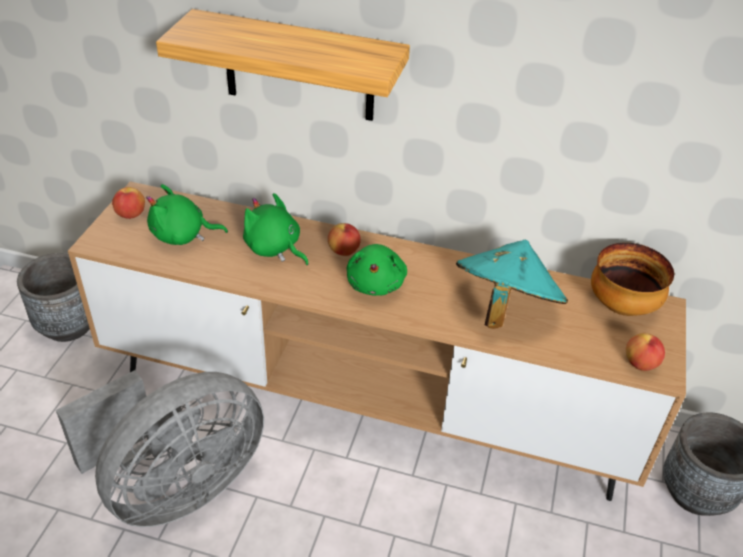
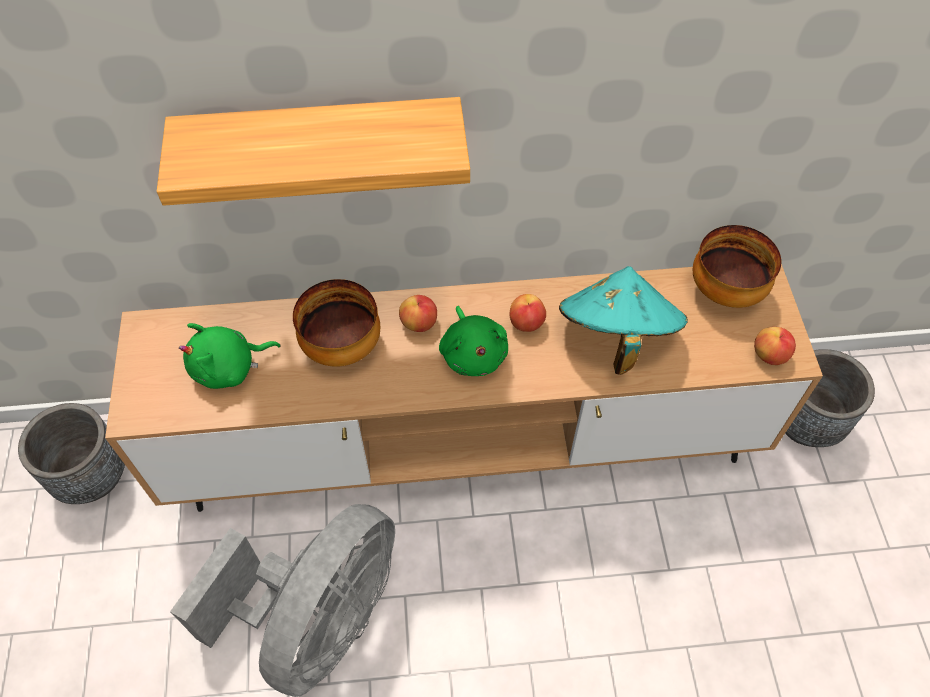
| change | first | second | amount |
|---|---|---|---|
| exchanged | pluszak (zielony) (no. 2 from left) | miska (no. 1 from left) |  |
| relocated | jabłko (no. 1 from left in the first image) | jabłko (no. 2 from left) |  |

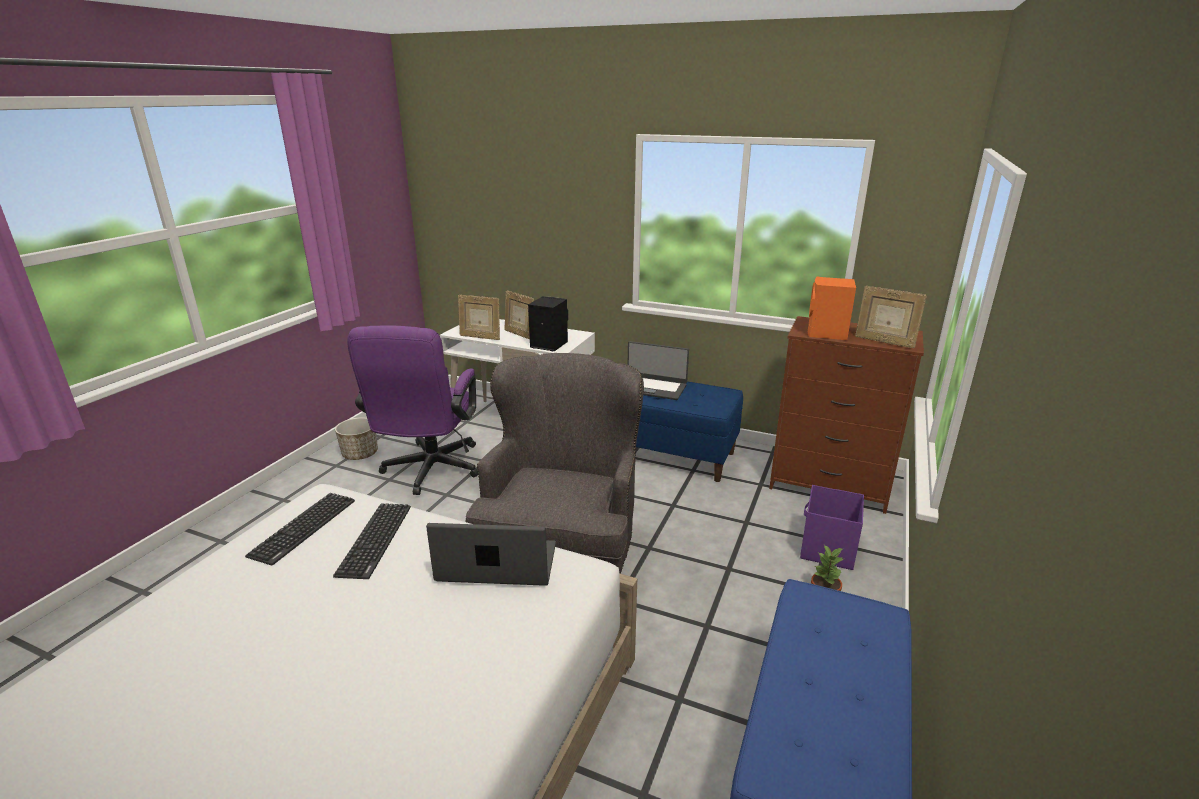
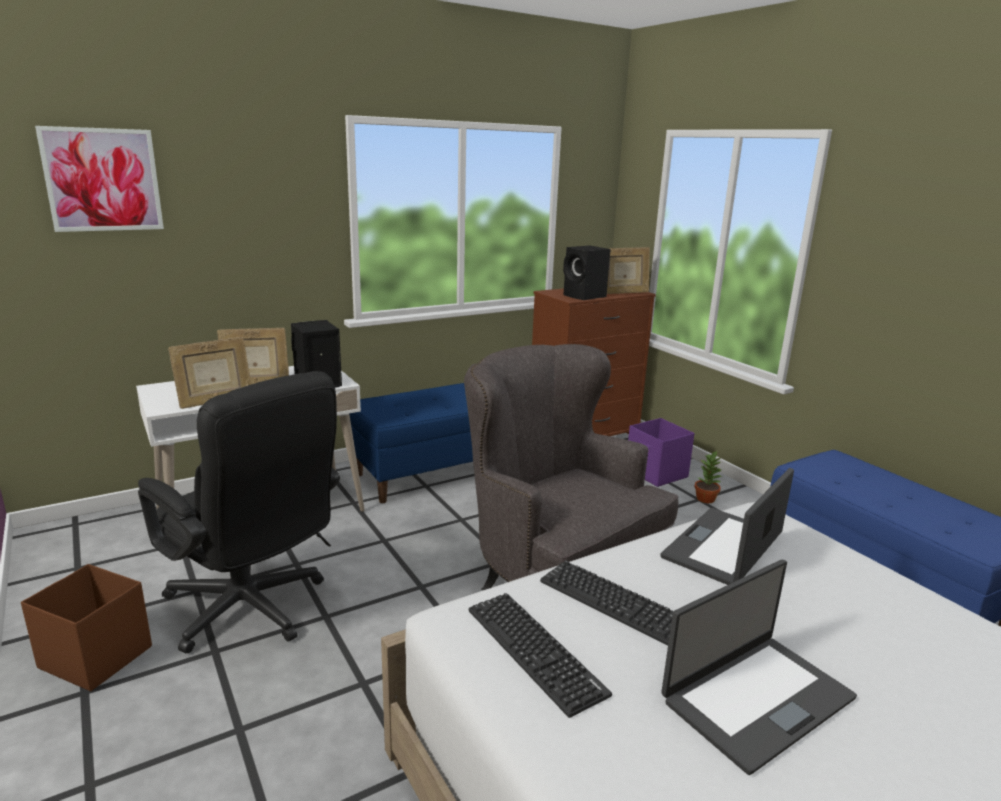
| change | first | second | amount |
|---|---|---|---|
| exchanged | donica | pojemnik do przechowywania (brązowy) |  |
| appeared |  | obraz |  |
| colour | krzesło biurowe (fioletowy) | krzesło biurowe (czarny) |  |
| colour | głośnik (pomarańczowy) | głośnik (czarny) (no. 2 from left) |  |
| relocated | laptop (no. 2 from left) |  |  |

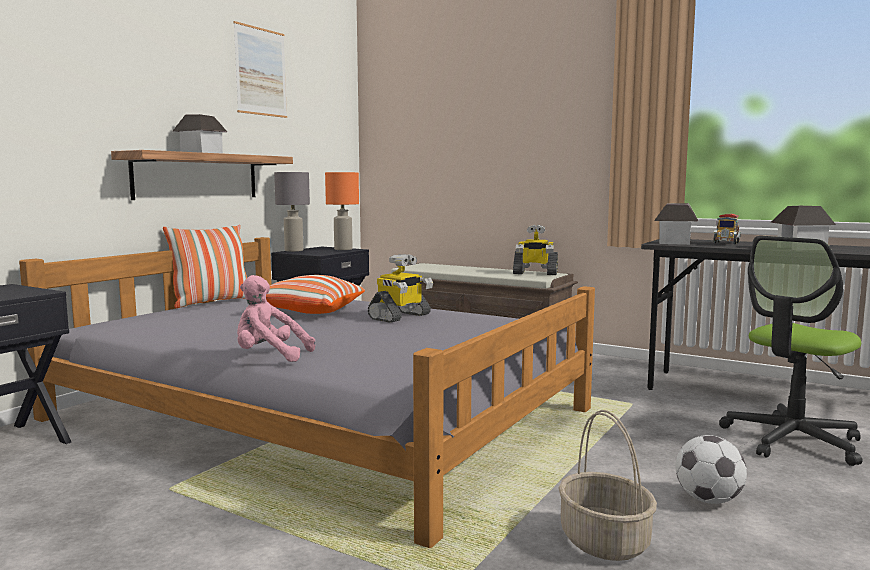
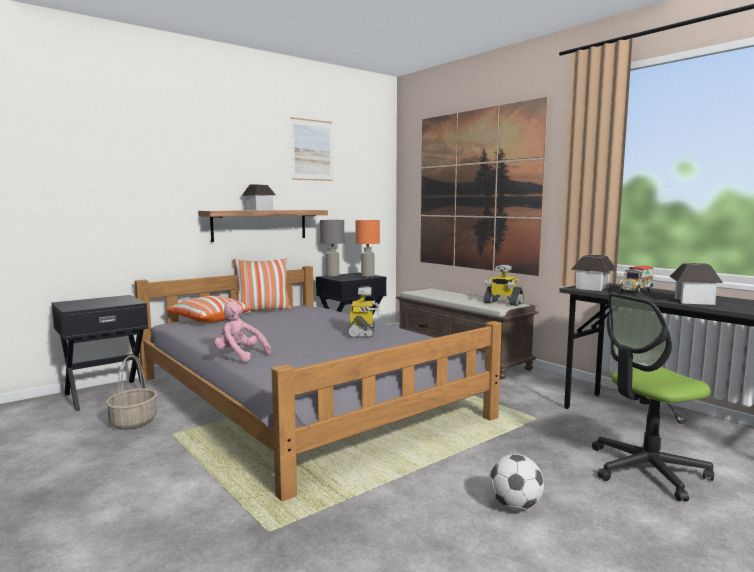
| change | first | second | amount |
|---|---|---|---|
| relocated | koszyk |  |  |
| relocated | poduszka (no. 2 from left in the first image) | poduszka (no. 1 from left) |  |
| spun | robot zabawkowy (no. 1 from left) |  | 60 degrees counterclockwise |
| appeared |  | obraz (no. 2 from left) |  |

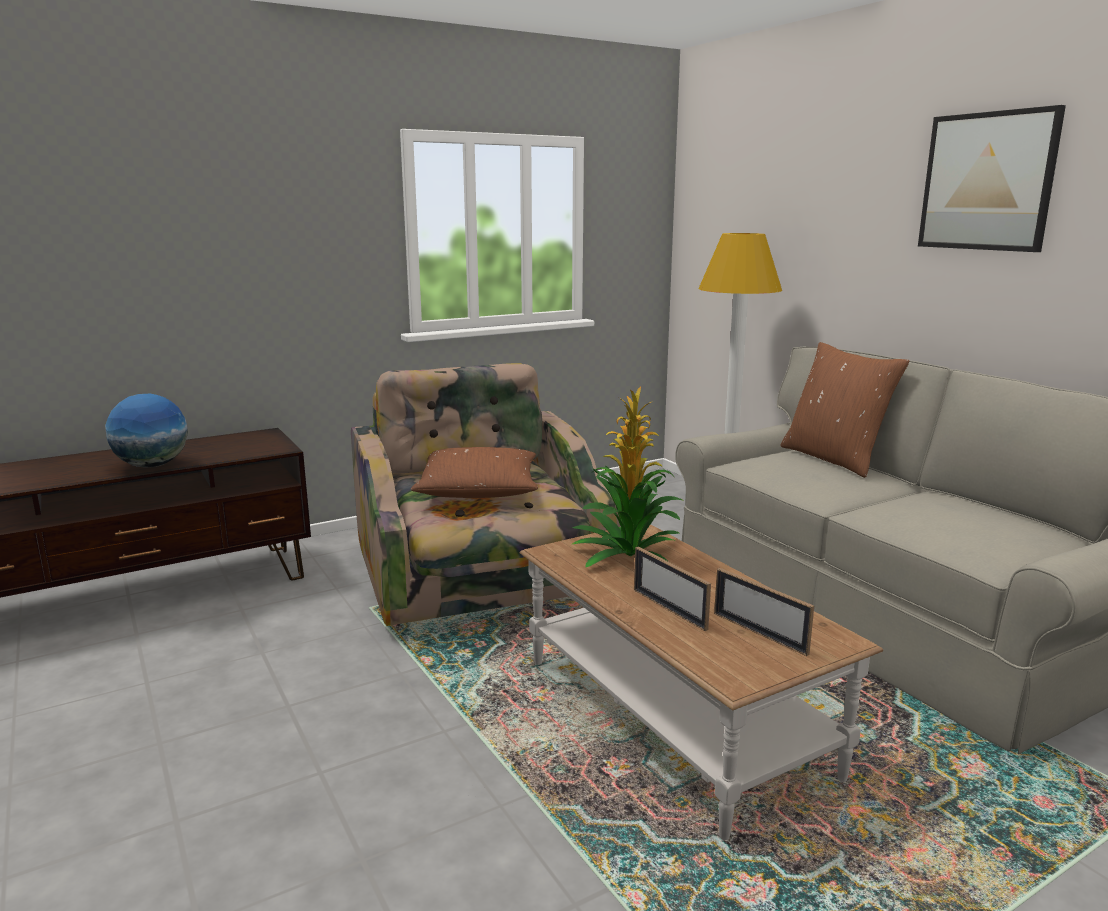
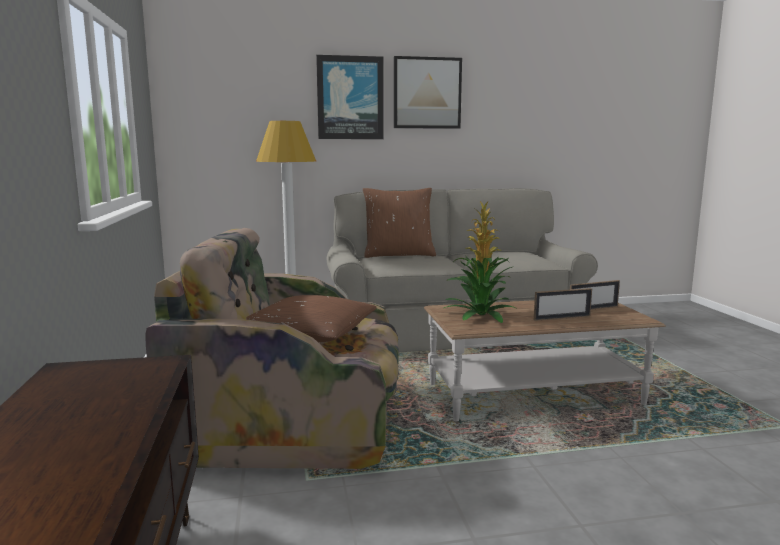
| change | first | second | amount |
|---|---|---|---|
| appeared |  | obraz (no. 1 from left) |  |
| missing | globus |  |  |

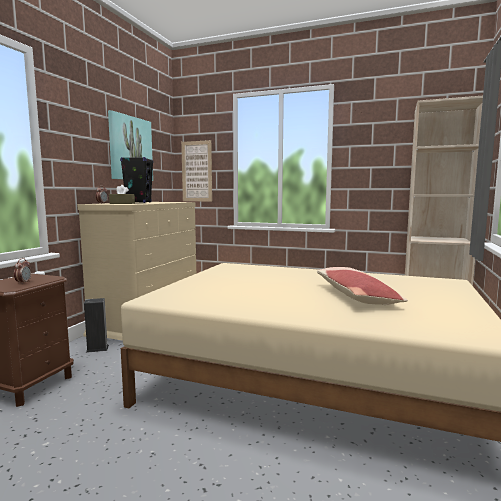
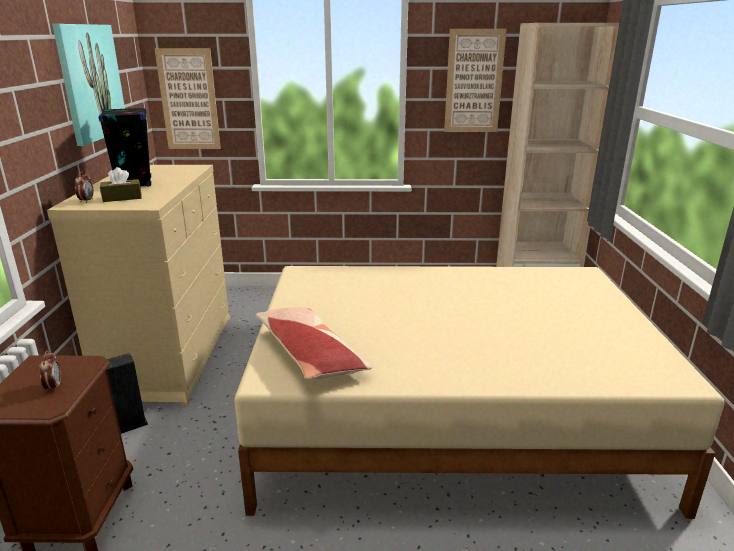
| change | first | second | amount |
|---|---|---|---|
| relocated | poduszka |  |  |
| appeared |  | obraz (no. 3 from left) |  |

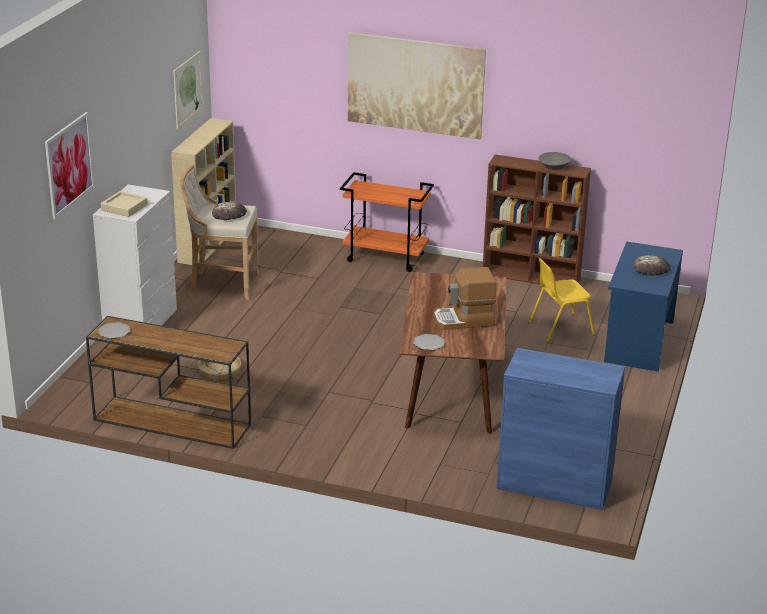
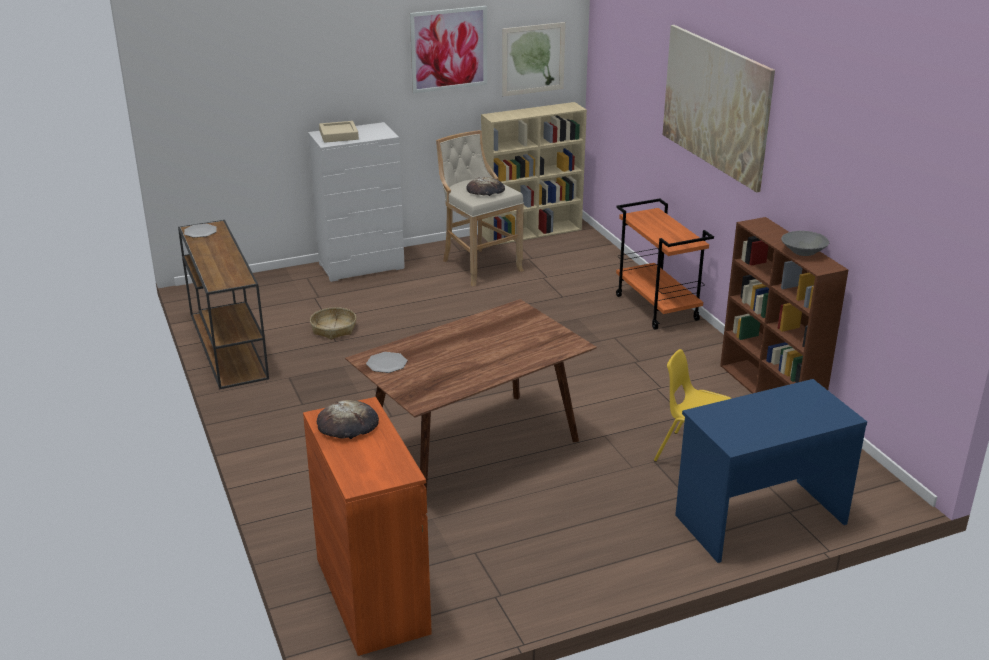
| change | first | second | amount |
|---|---|---|---|
| colour | szafka (niebieski) | szafka (pomarańczowy) |  |
| relocated | chleb (no. 2 from left in the first image) | chleb (no. 1 from left) |  |
| relocated | obraz (no. 1 from left) |  |  |
| missing | ekspres do kawy |  |  |

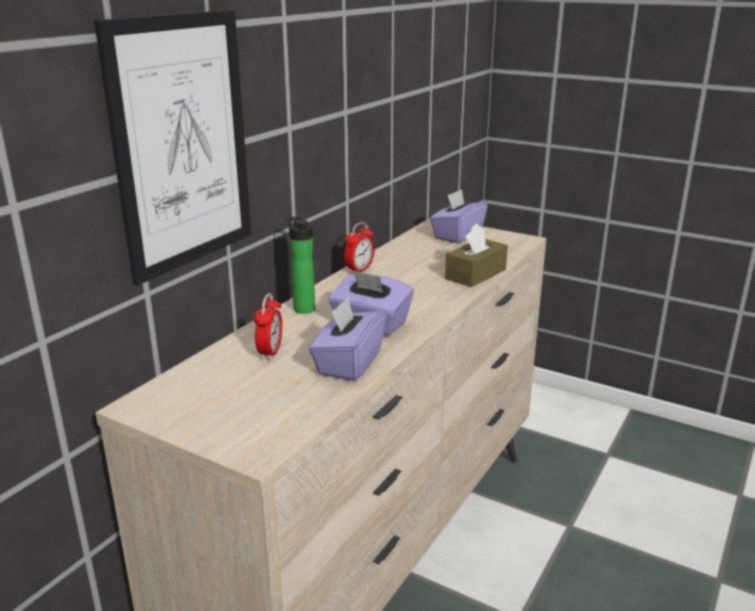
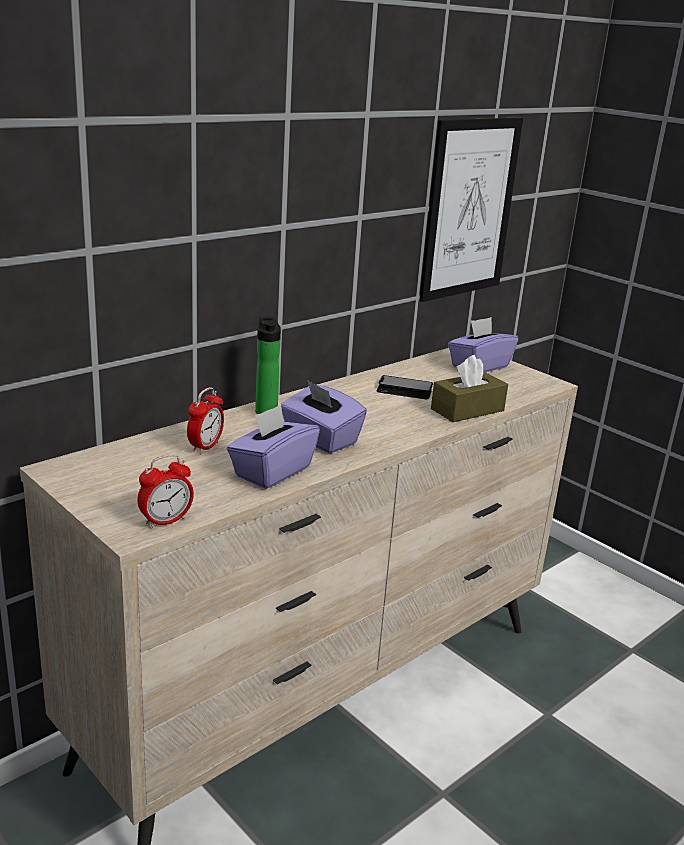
| change | first | second | amount |
|---|---|---|---|
| relocated | budzik (no. 2 from left in the first image) | budzik (no. 1 from left) |  |
| appeared |  | telefon |  |
| relocated | obraz |  |  |

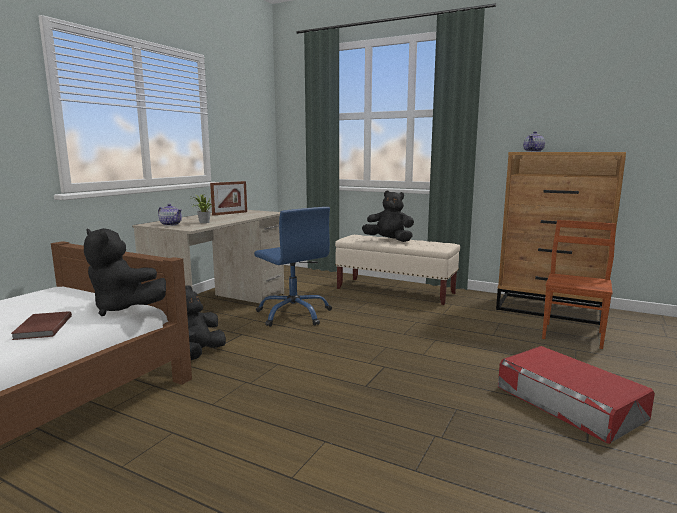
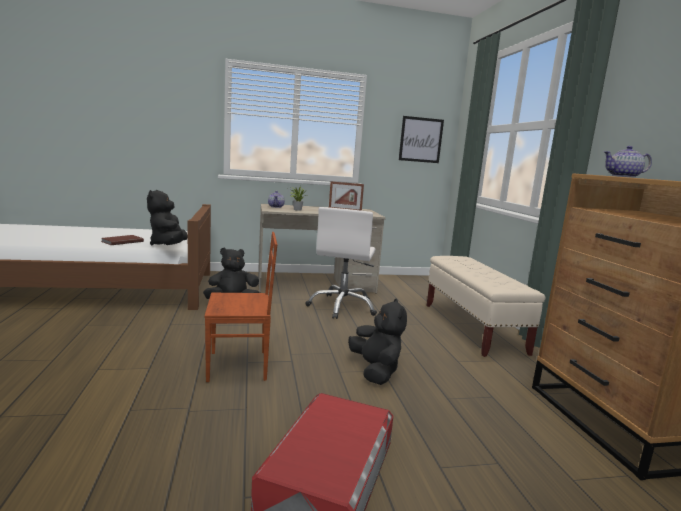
| change | first | second | amount |
|---|---|---|---|
| relocated | krzesło (brązowy) |  |  |
| colour | krzesło biurowe (niebieski) | krzesło biurowe (biały) |  |
| relocated | pluszak (czarny) (no. 3 from left) |  |  |
| appeared |  | obraz |  |

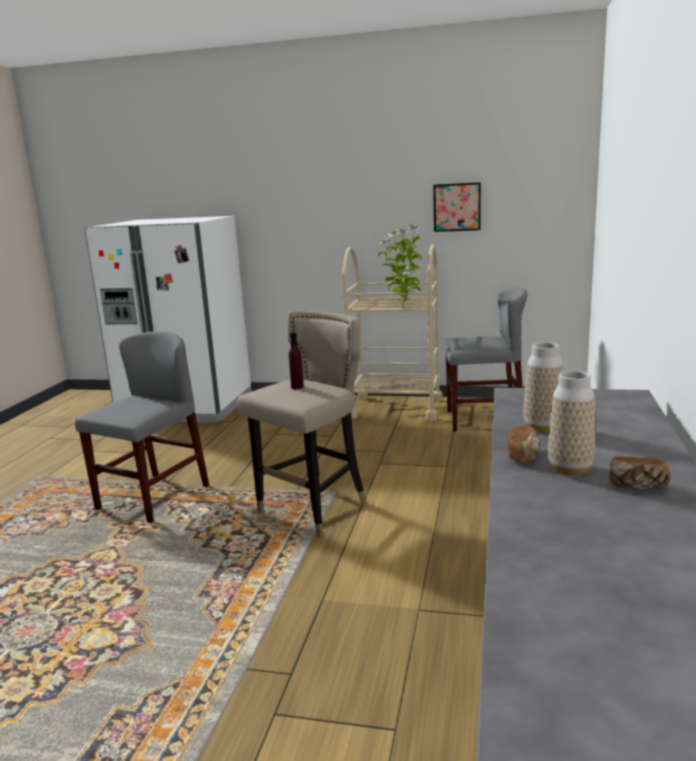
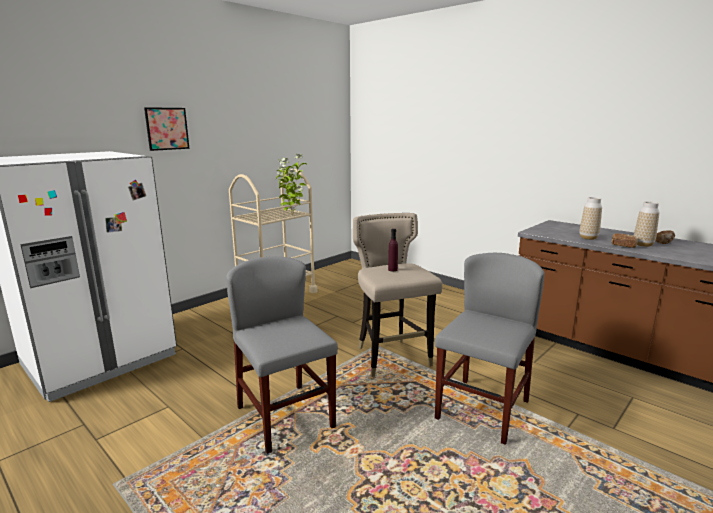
| change | first | second | amount |
|---|---|---|---|
| relocated | obraz |  |  |
| relocated | krzesło (szary) (no. 2 from left) |  |  |

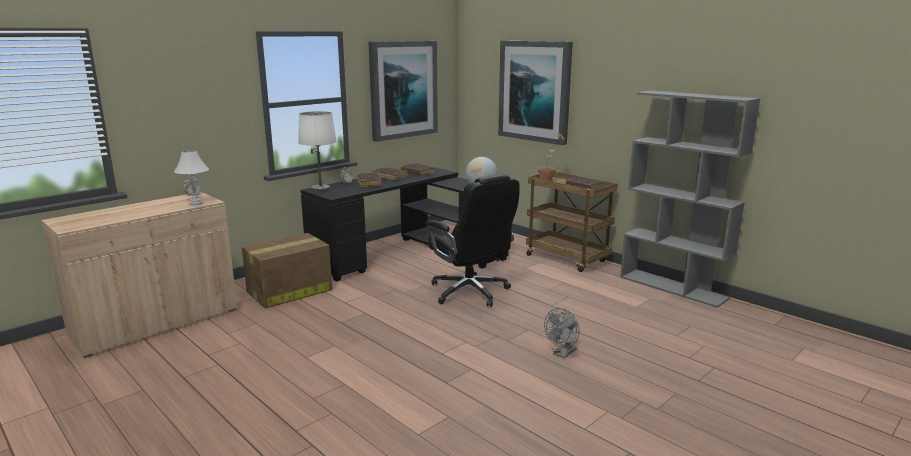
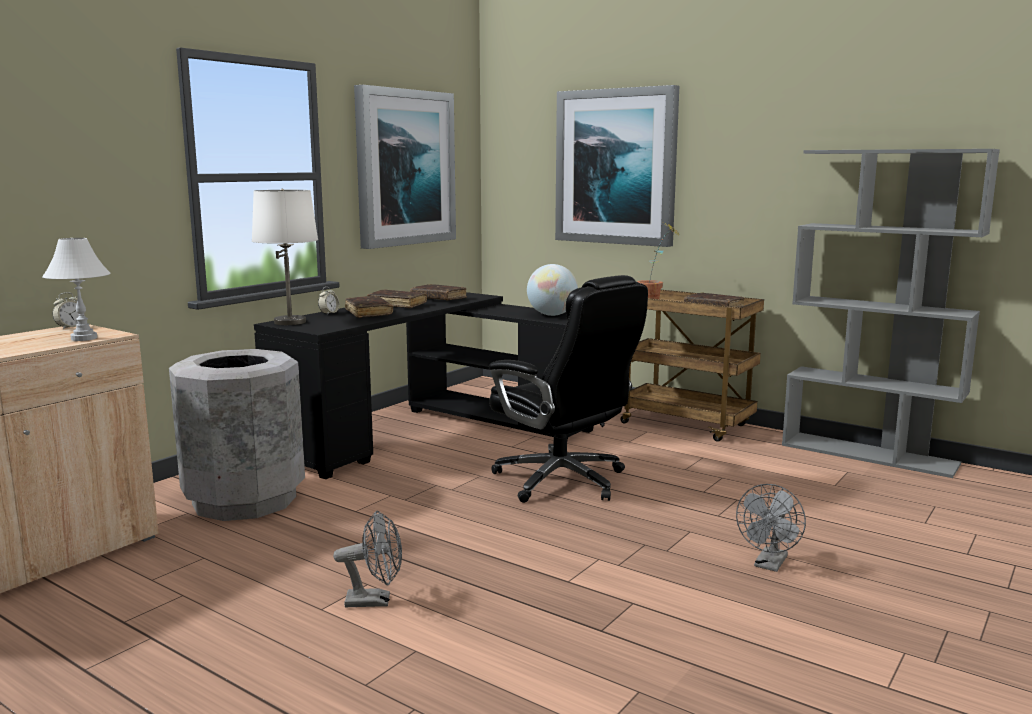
| change | first | second | amount |
|---|---|---|---|
| exchanged | karton | kosz na śmieci (szary) |  |
| appeared |  | wentylator (szary) (no. 1 from left) |  |

